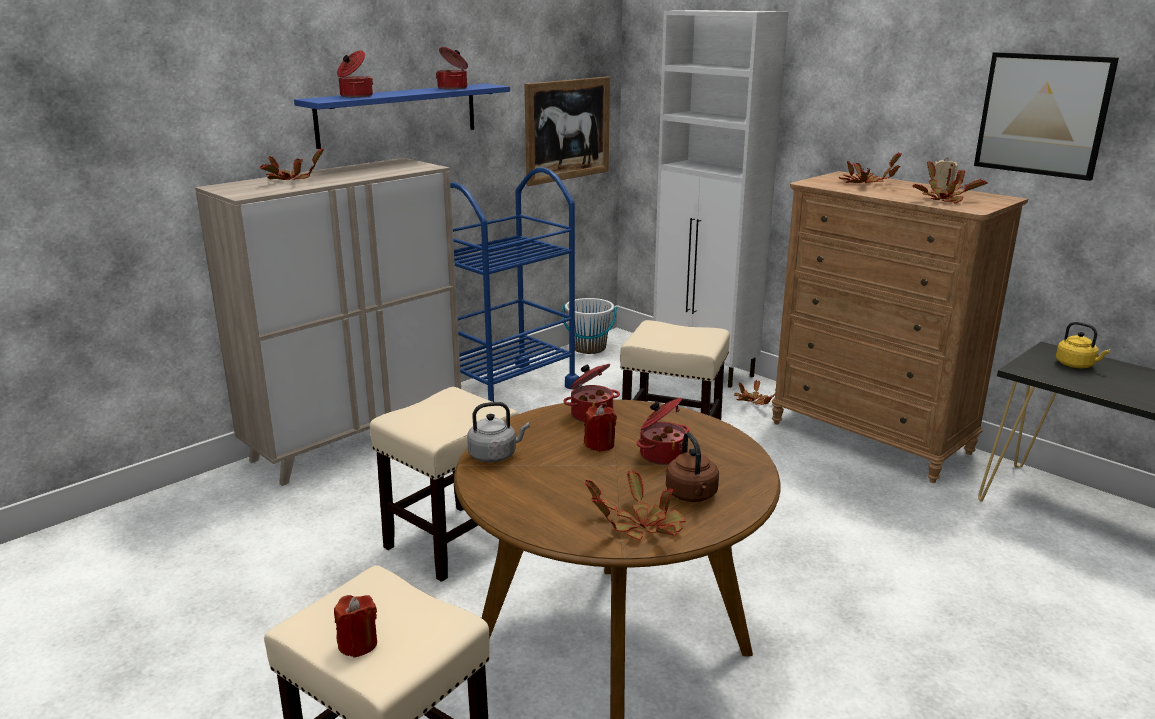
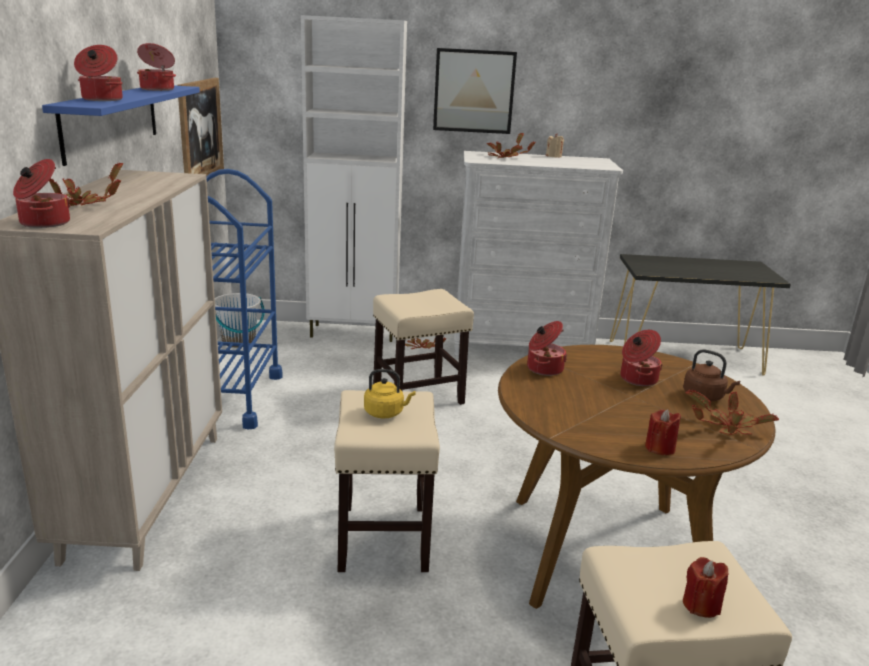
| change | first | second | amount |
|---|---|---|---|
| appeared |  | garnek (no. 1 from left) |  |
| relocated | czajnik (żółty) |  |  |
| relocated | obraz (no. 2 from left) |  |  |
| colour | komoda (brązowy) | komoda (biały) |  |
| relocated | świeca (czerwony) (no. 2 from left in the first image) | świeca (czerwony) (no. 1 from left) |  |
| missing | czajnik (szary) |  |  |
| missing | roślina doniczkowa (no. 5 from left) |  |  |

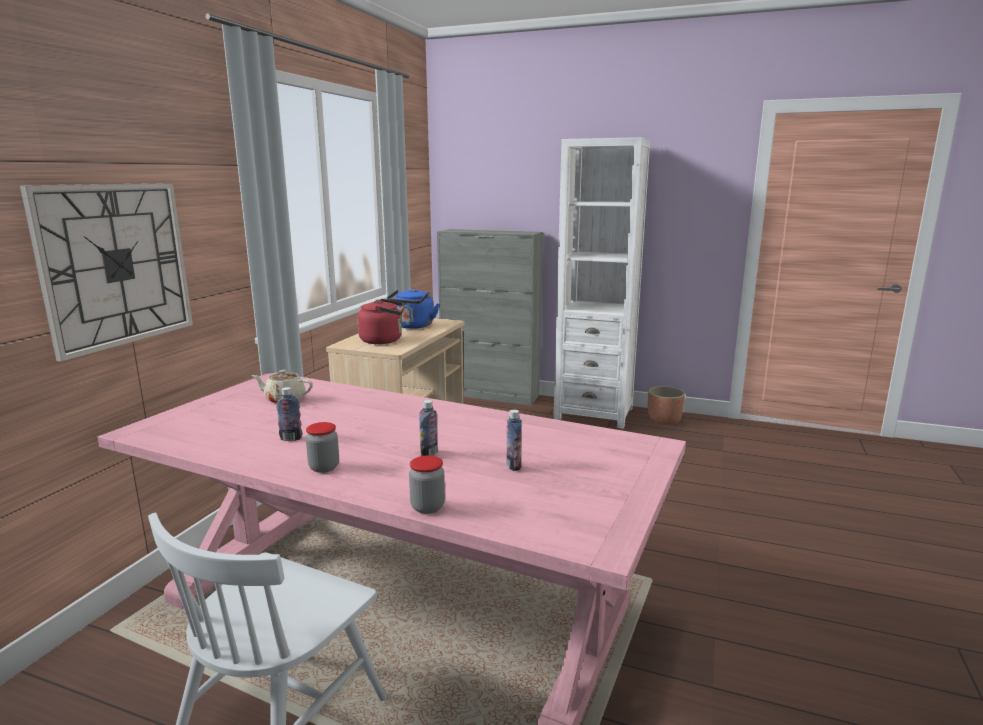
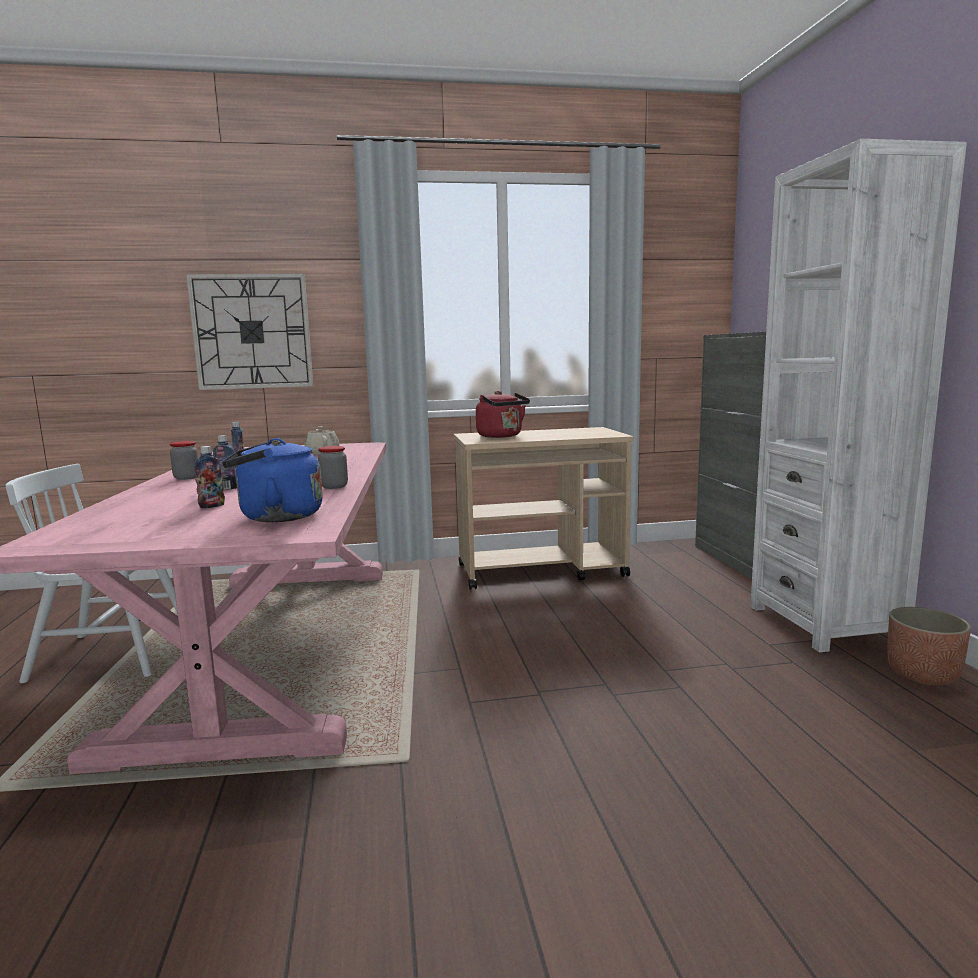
| change | first | second | amount |
|---|---|---|---|
| relocated | czajnik (niebieski) |  |  |
| relocated | słoik (no. 2 from left) |  |  |

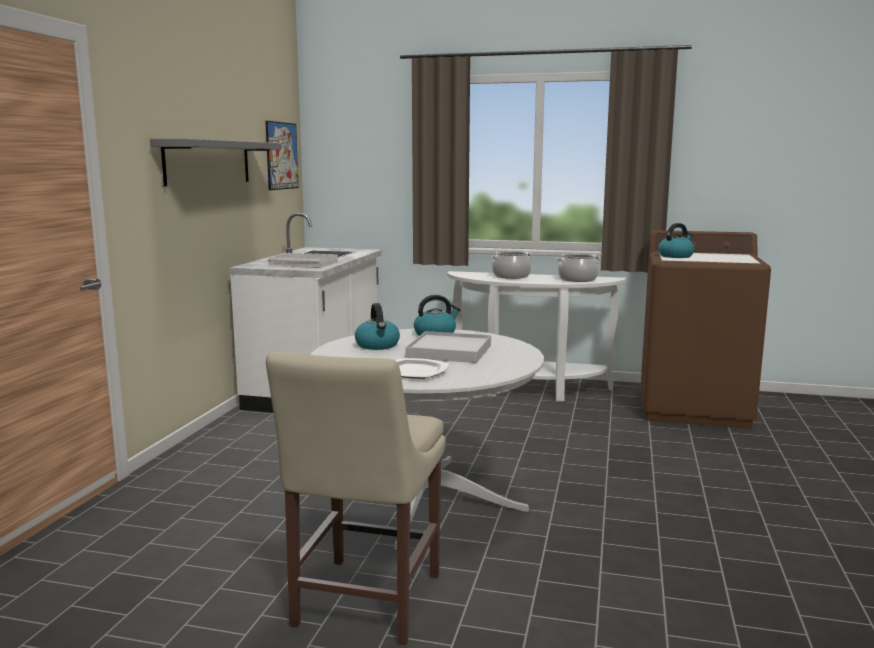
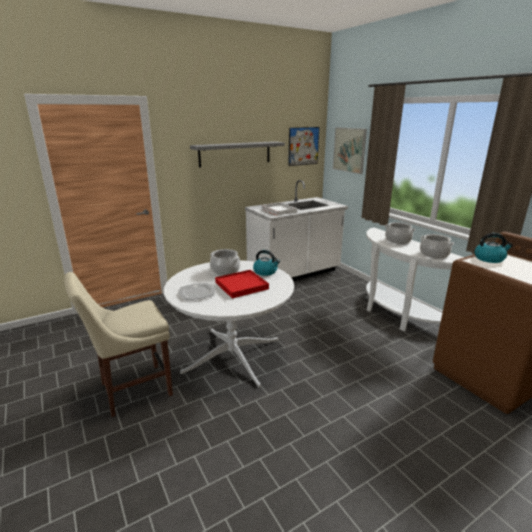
| change | first | second | amount |
|---|---|---|---|
| exchanged | czajnik (no. 1 from left) | garnek (no. 1 from left) |  |
| colour | taca (biały) (no. 2 from left) | taca (czerwony) |  |
| appeared |  | obraz (no. 2 from left) |  |

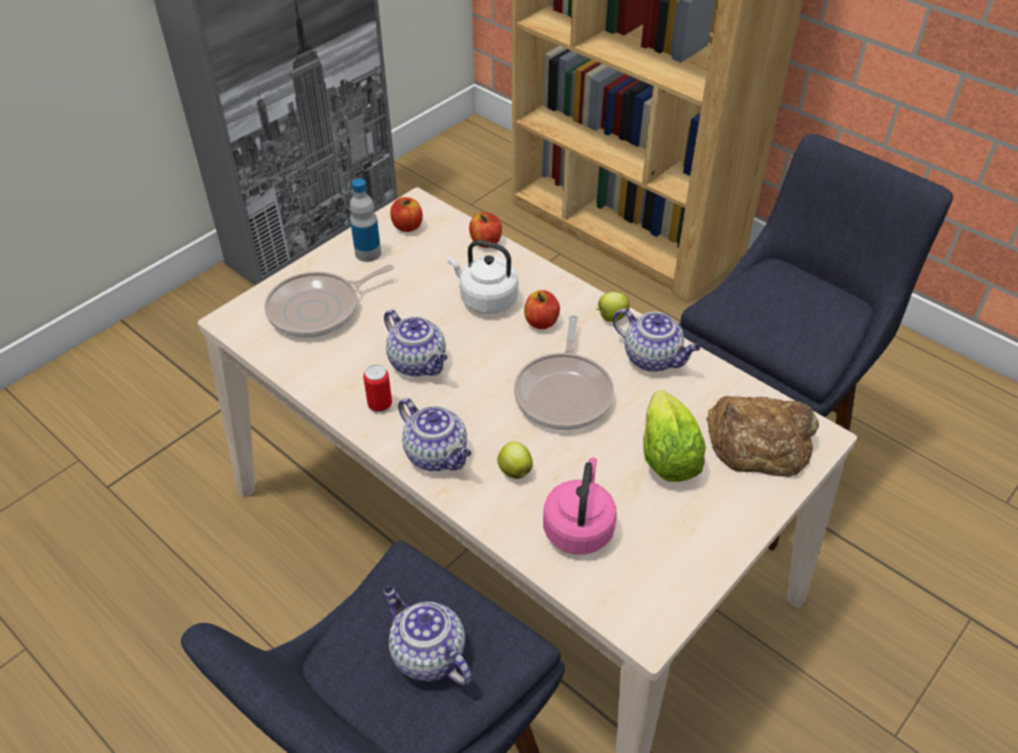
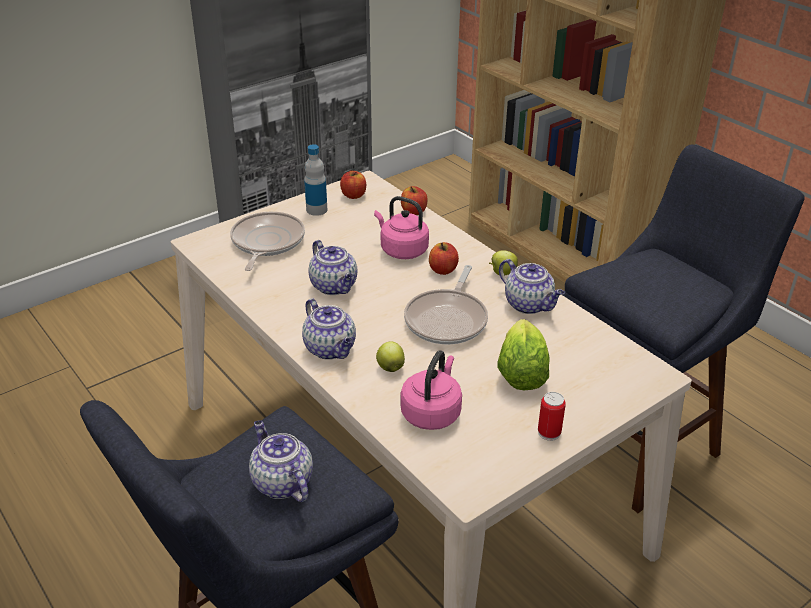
| change | first | second | amount |
|---|---|---|---|
| spun | patelnia (no. 1 from left) |  | 120 degrees clockwise |
| colour | czajnik (biały) | czajnik (różowy) (no. 1 from left) |  |
| relocated | puszka |  |  |
| missing | chleb |  |  |

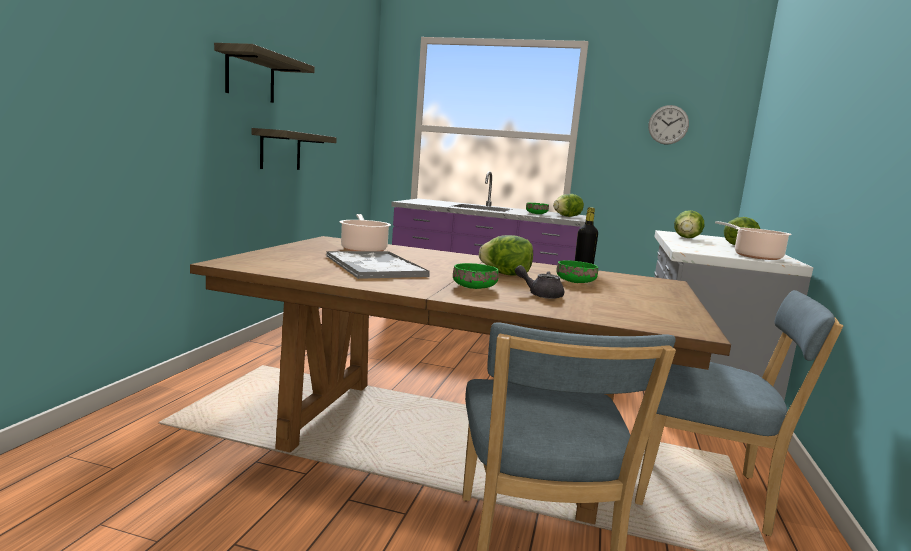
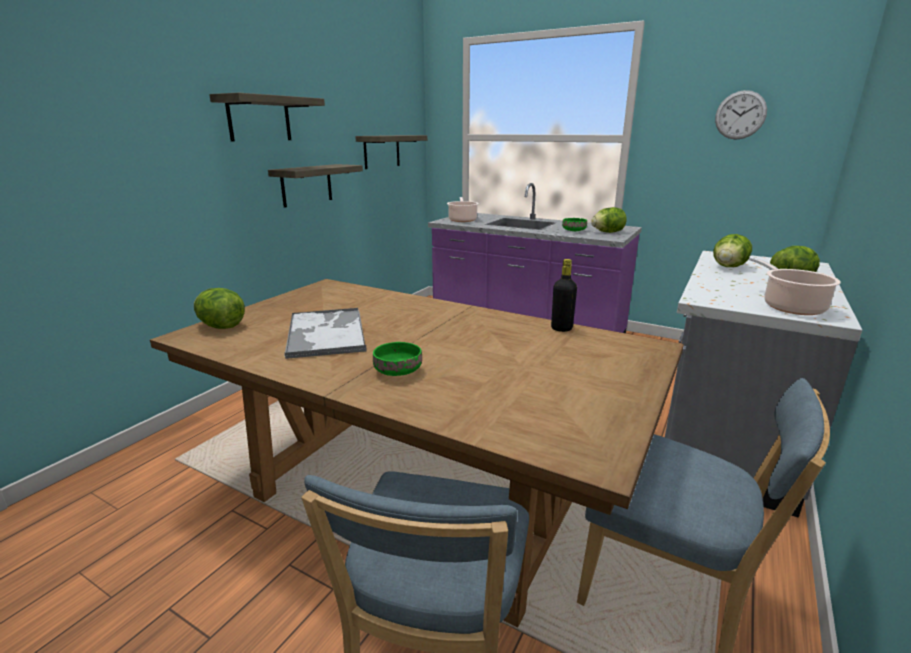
| change | first | second | amount |
|---|---|---|---|
| relocated | sałata (no. 1 from left) |  |  |
| appeared |  | półka (no. 3 from left) |  |
| relocated | garnek (no. 1 from left) |  |  |
| missing | imbryk (szary) |  |  |
| missing | miska (zielony) (no. 3 from left) |  |  |

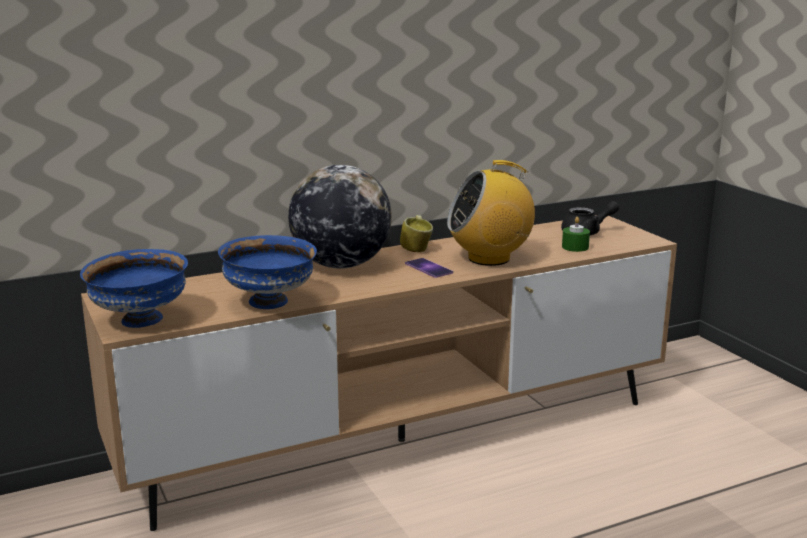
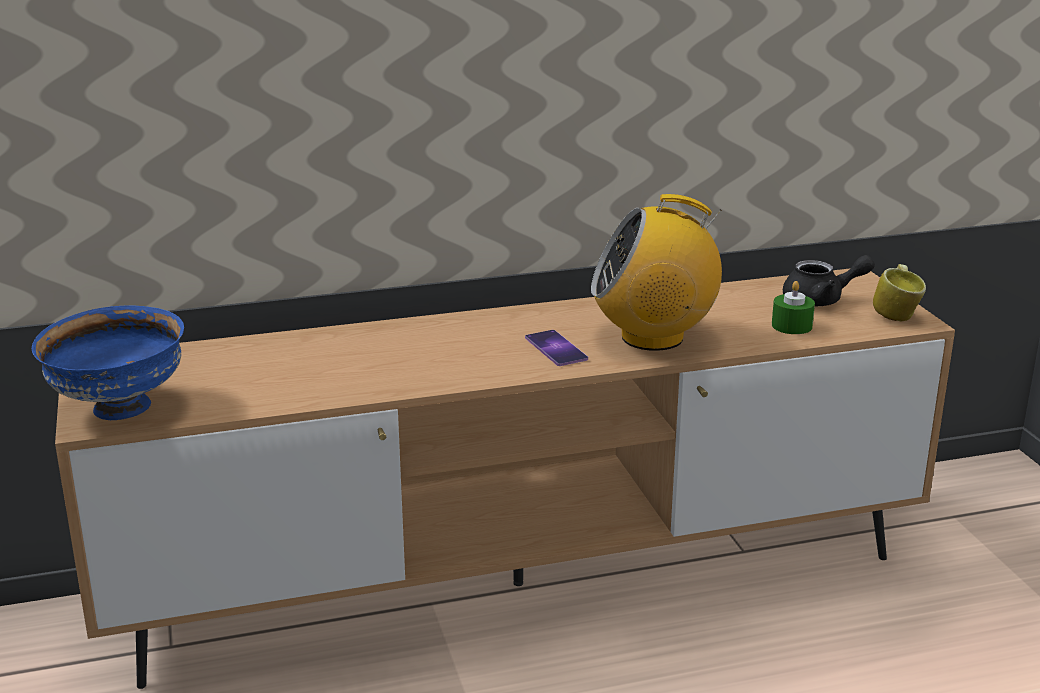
| change | first | second | amount |
|---|---|---|---|
| relocated | kubek |  |  |
| missing | miska (niebieski) (no. 2 from left) |  |  |
| missing | globus |  |  |

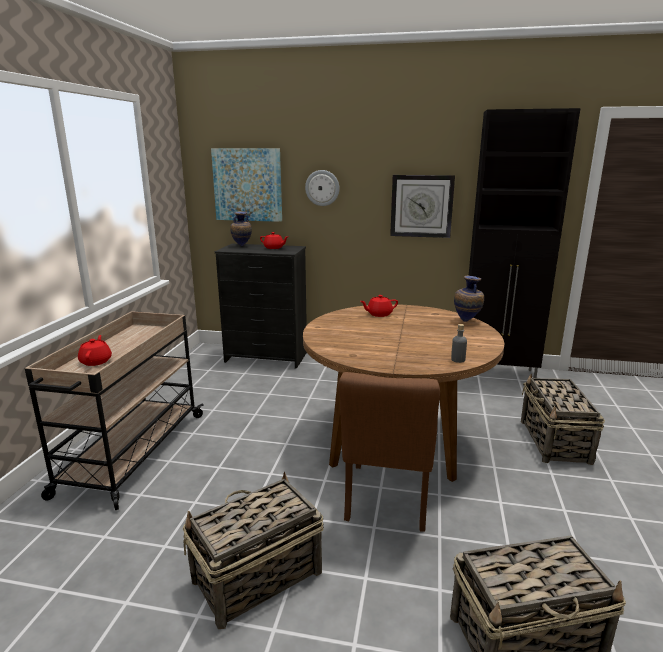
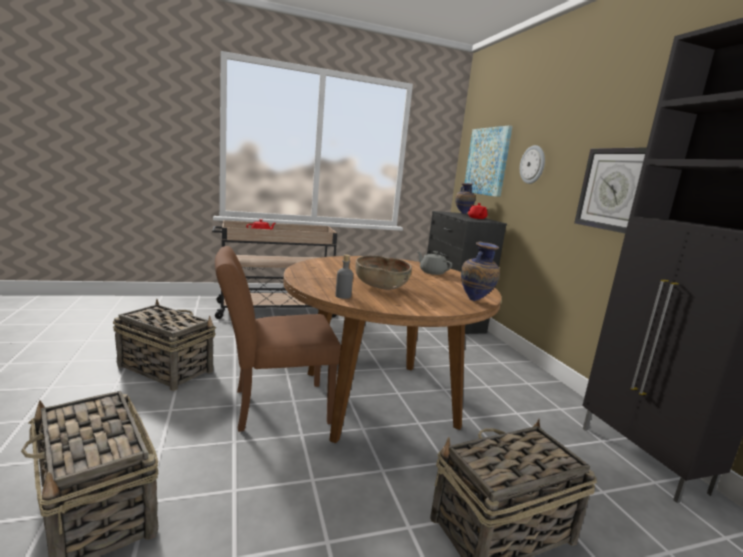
| change | first | second | amount |
|---|---|---|---|
| appeared |  | miska (brązowy) |  |
| colour | imbryk (czerwony) (no. 3 from left) | imbryk (szary) |  |

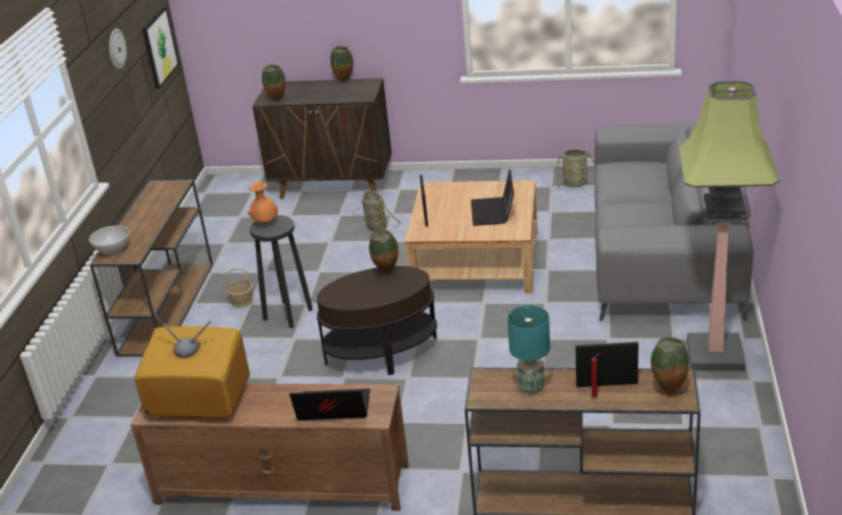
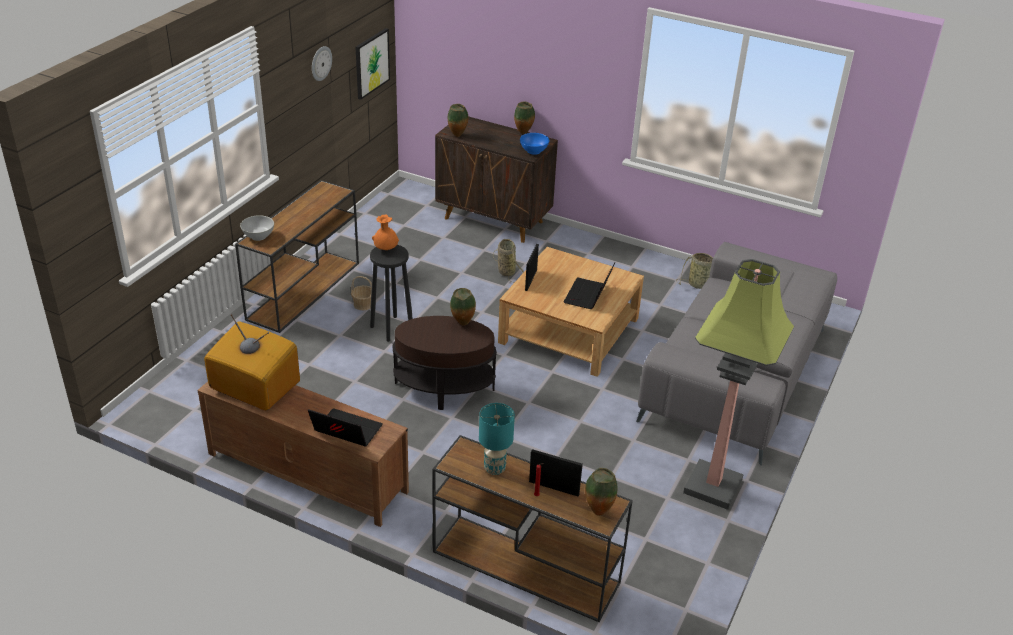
| change | first | second | amount |
|---|---|---|---|
| appeared |  | miska (niebieski) |  |

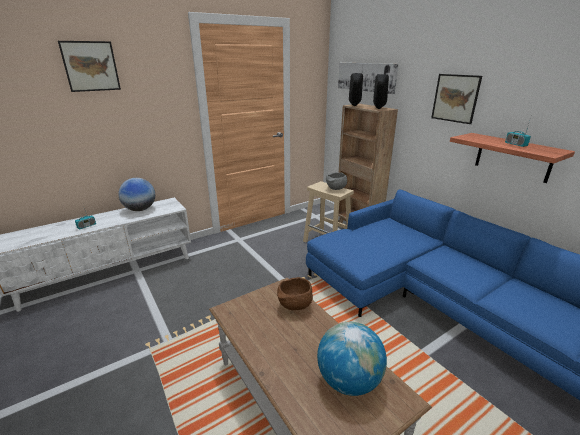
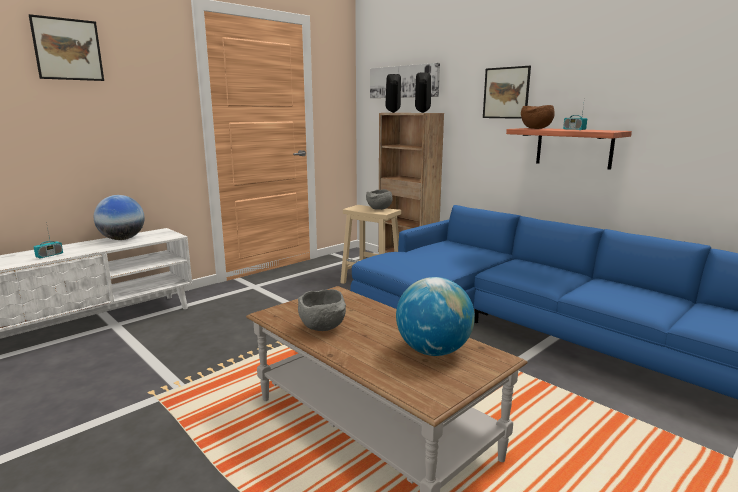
| change | first | second | amount |
|---|---|---|---|
| appeared |  | miska (szary) (no. 1 from left) |  |
| relocated | miska (brązowy) |  |  |

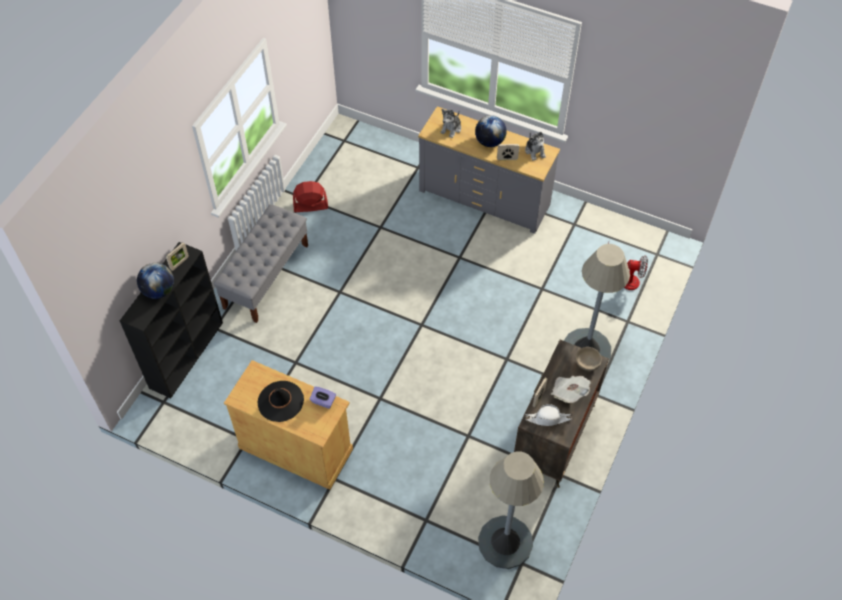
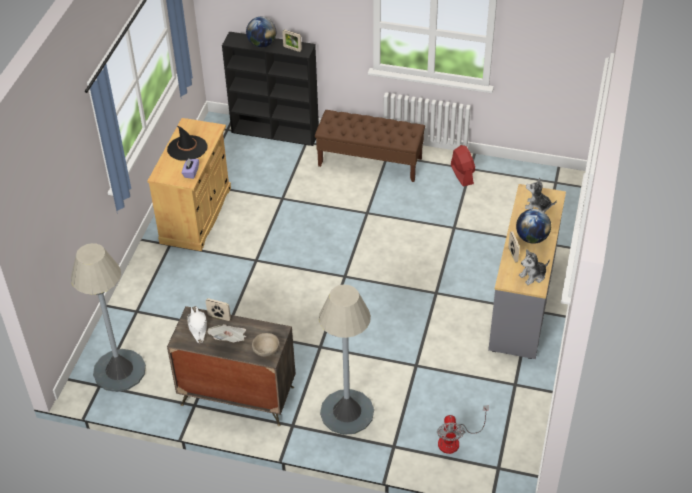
| change | first | second | amount |
|---|---|---|---|
| colour | ławka (szary) | ławka (brązowy) |  |

